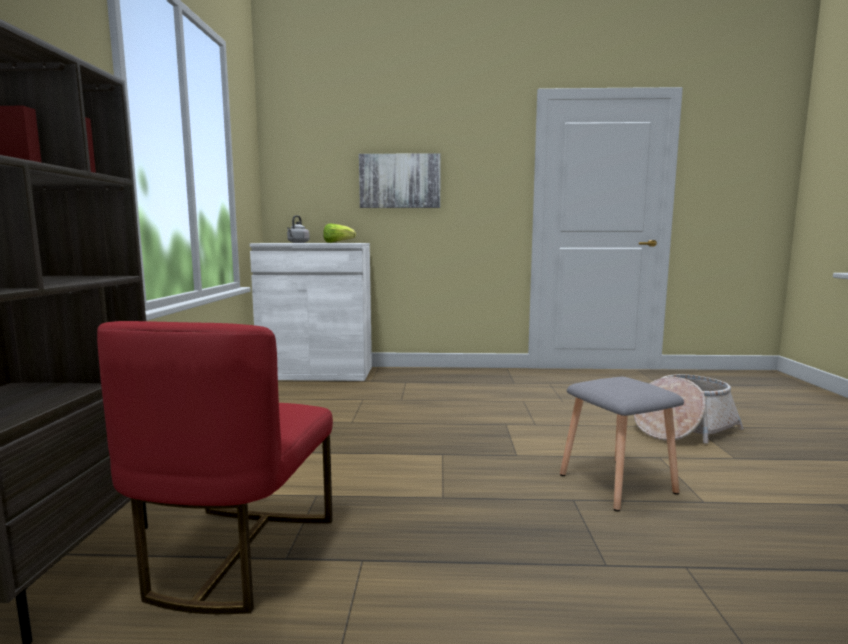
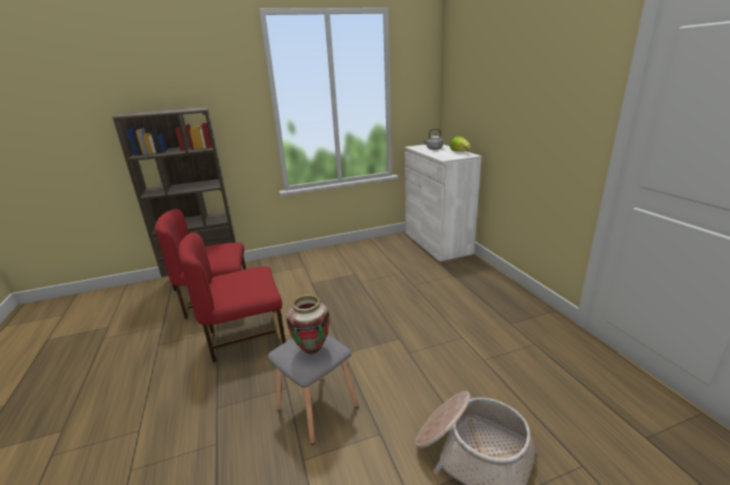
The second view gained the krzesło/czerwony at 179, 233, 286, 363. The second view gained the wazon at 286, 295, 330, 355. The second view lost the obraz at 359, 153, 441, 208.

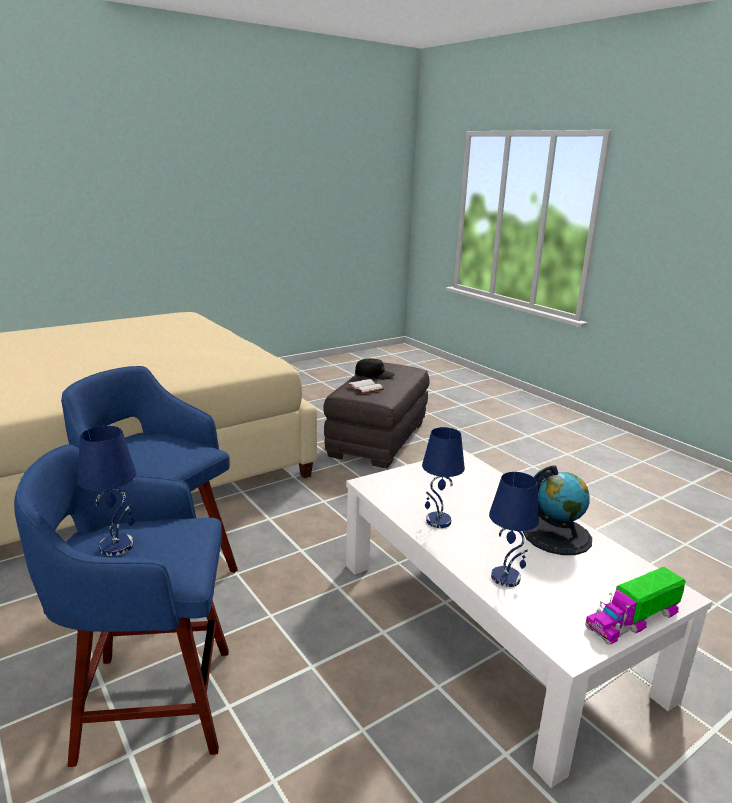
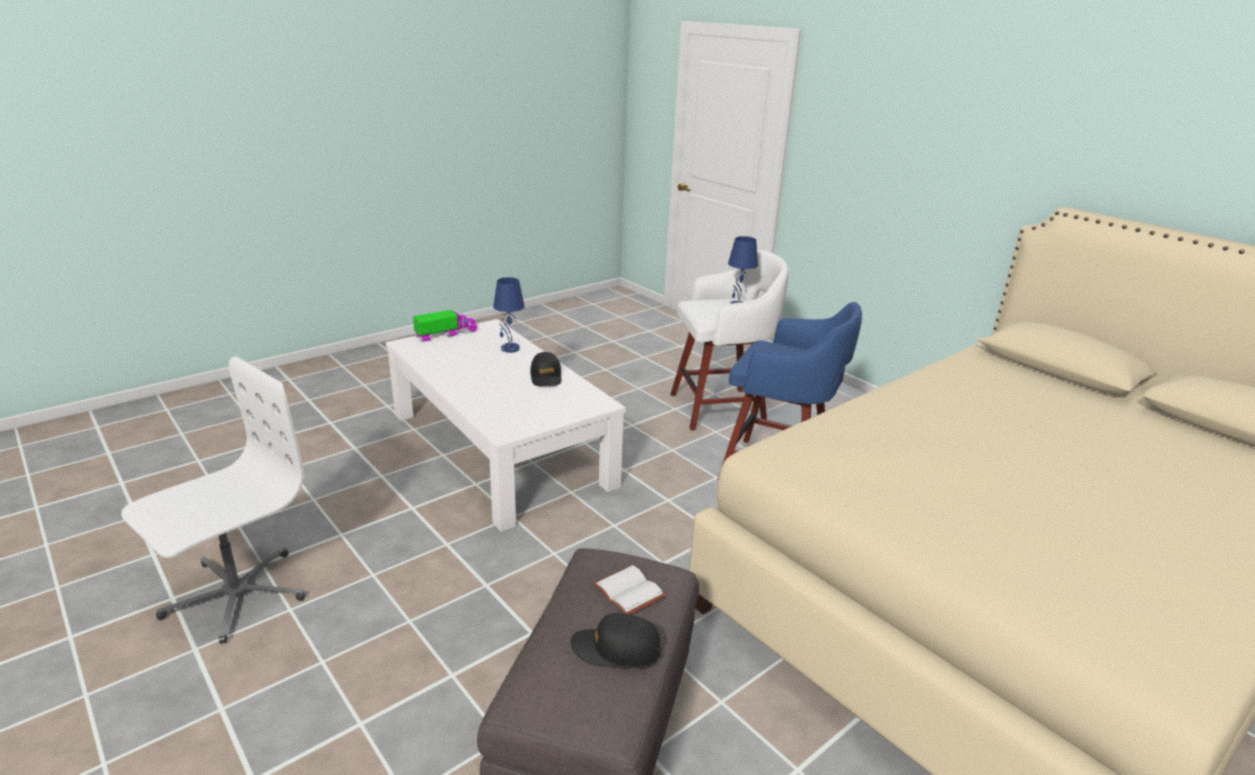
The second view gained the krzesło biurowe/biały at 121, 356, 305, 644. Where the lampa stołowa/niebieski stood at 422, 427, 465, 528, the czapka z daszkiem/czarny came to stand at 530, 352, 561, 386. What was the stołek/niebieski at 14, 444, 229, 767 turned into the stołek/biały at 671, 250, 789, 431. The second view lost the globus at 523, 465, 592, 555.

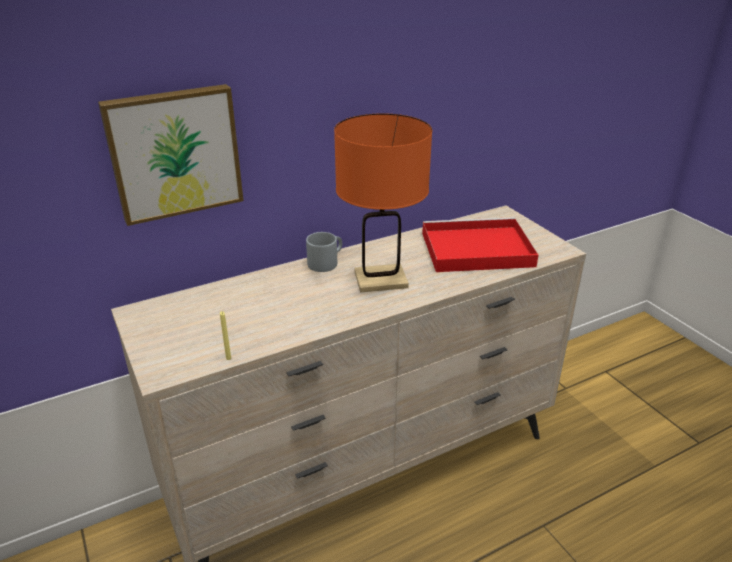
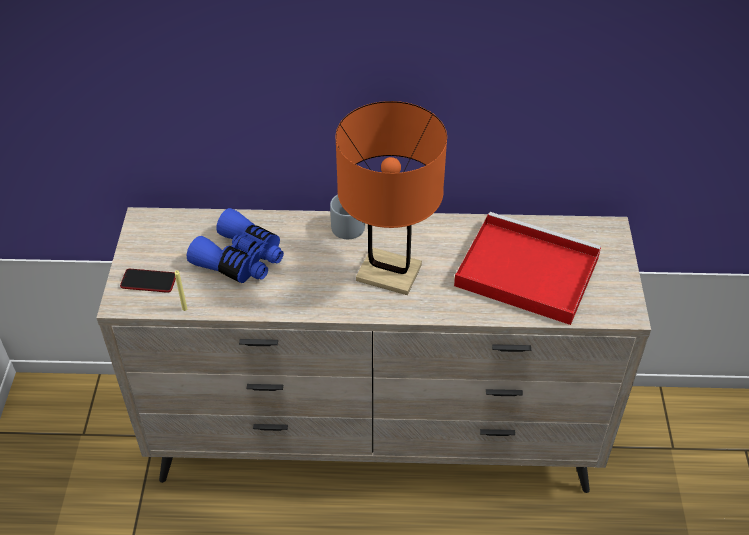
The second view gained the telefon at 120, 269, 176, 293. The second view gained the lornetka/niebieski at 187, 208, 284, 283. The second view lost the obraz at 98, 84, 244, 226.

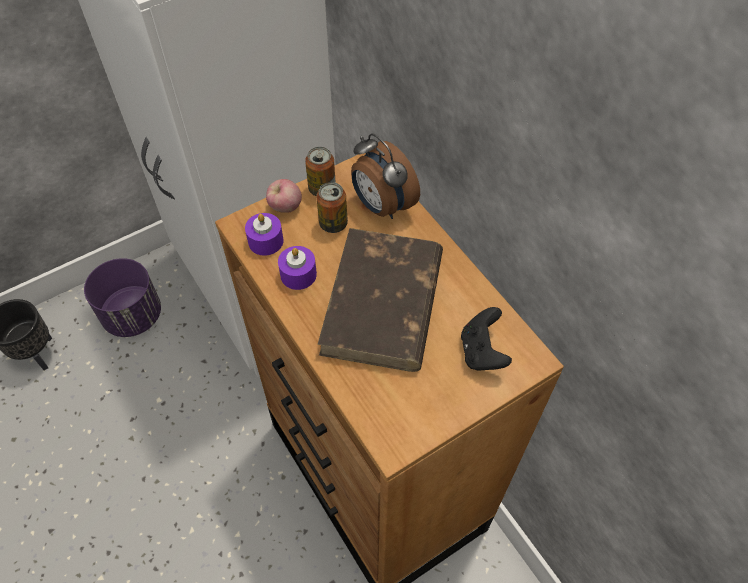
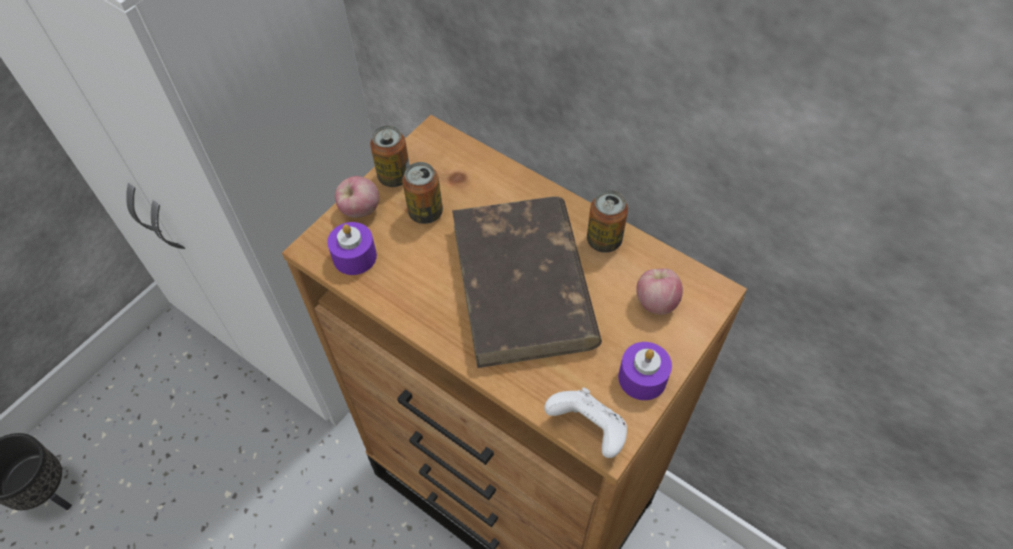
The second view gained the pad do gier/biały at 544, 388, 627, 458. The second view gained the puszka at 587, 190, 628, 253. The świeca/fioletowy ended up elsewhere, having gone from 278, 246, 317, 290 to 618, 342, 672, 400. Where the pad do gier/czarny stood at 461, 307, 512, 371, the jabłko came to stand at 636, 268, 683, 314. The second view lost the donica/fioletowy at 84, 258, 161, 337. The second view lost the budzik at 351, 134, 420, 219.

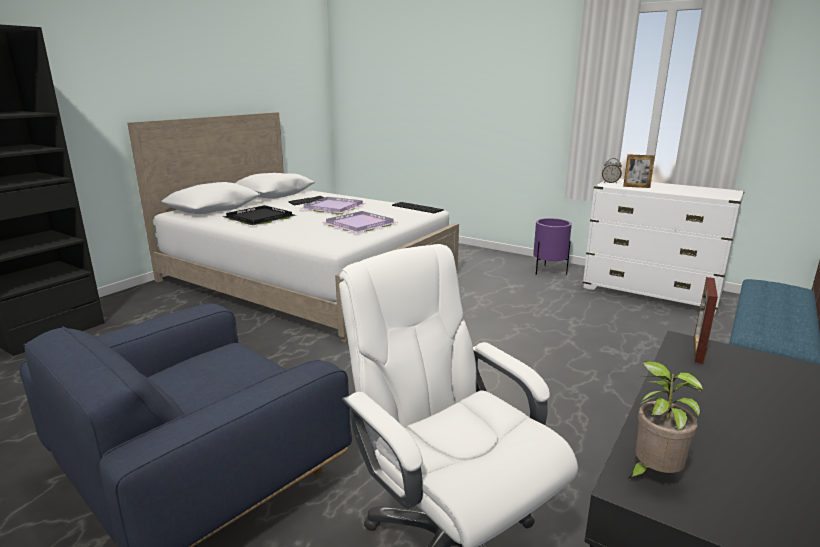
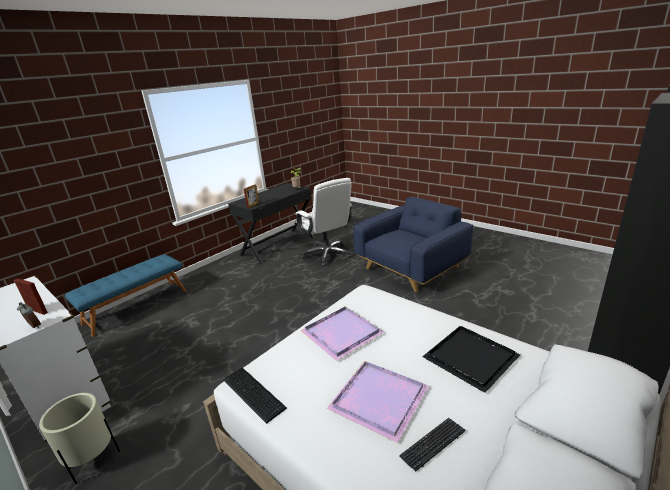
What was the donica/fioletowy at 533, 218, 572, 275 turned into the donica/beżowy at 39, 393, 120, 484.

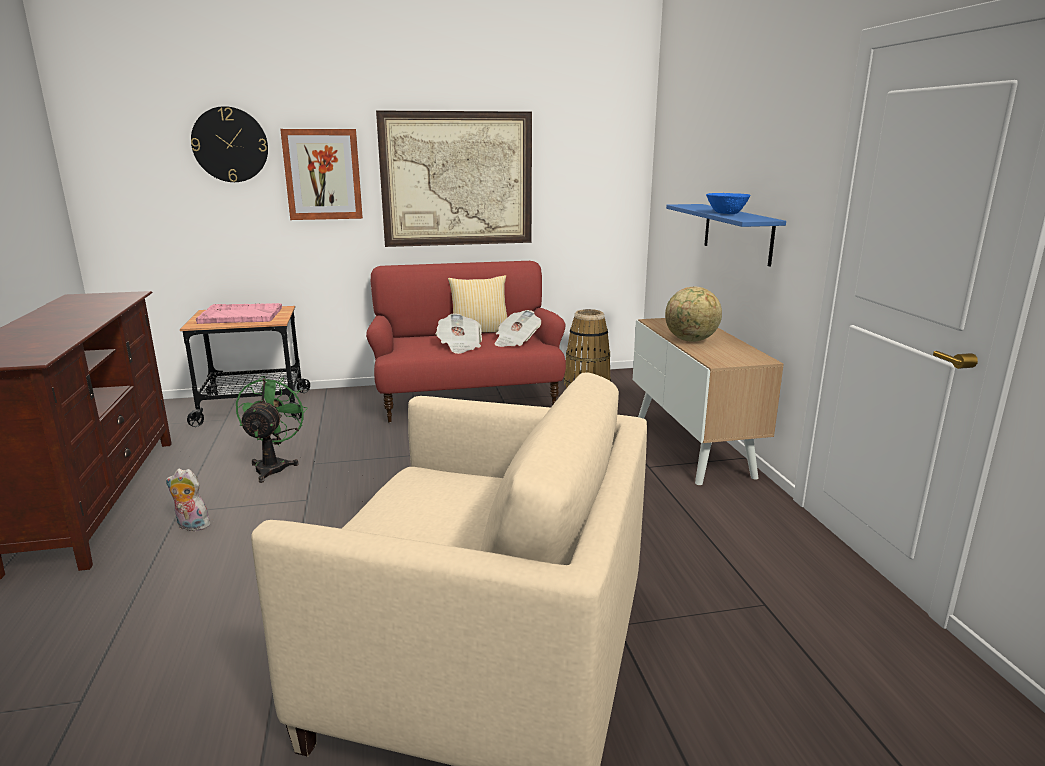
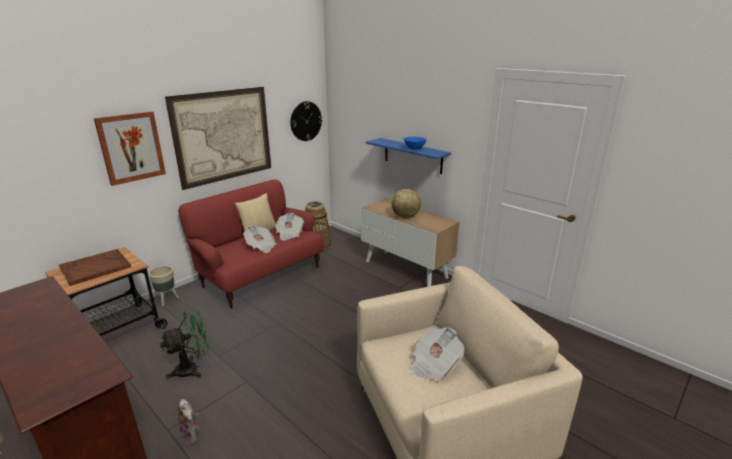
What was the taca/różowy at 196, 303, 282, 324 turned into the taca/brązowy at 59, 249, 131, 286. The second view gained the donica/beżowy at 149, 266, 179, 306. The wentylator/zielony at 236, 376, 308, 483 ended up facing another way, 90 degrees clockwise from before. The pluszak at 166, 469, 212, 531 ended up facing another way, 105 degrees counterclockwise from before. The zegar ścienny ended up elsewhere, having gone from 191, 106, 268, 182 to 290, 101, 322, 141. The second view gained the gazeta at 410, 328, 464, 381.

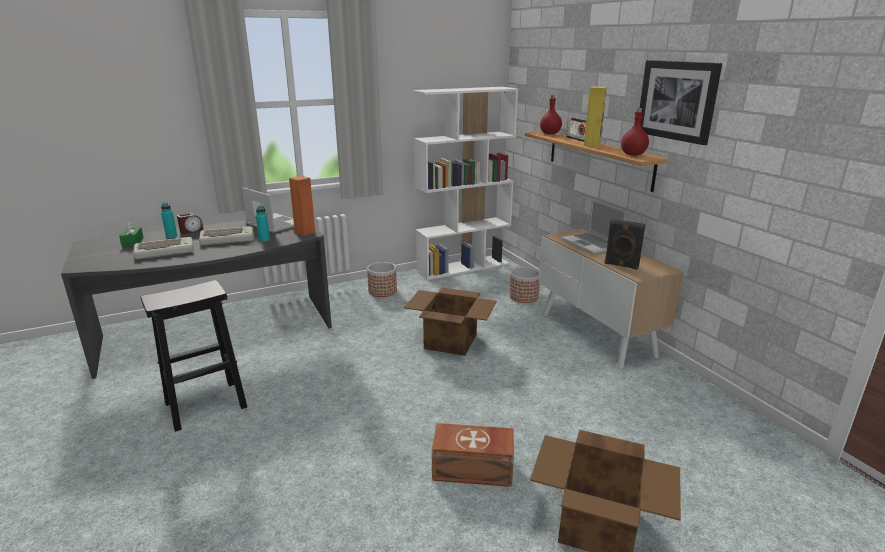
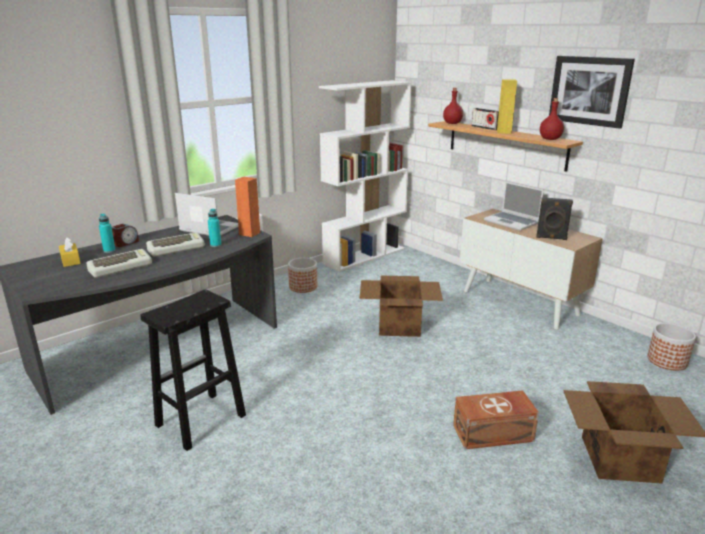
What was the pudełko chusteczek/zielony at 119, 220, 143, 247 turned into the pudełko chusteczek/żółty at 59, 237, 81, 267. The donica ended up elsewhere, having gone from 509, 267, 540, 303 to 647, 323, 696, 371.

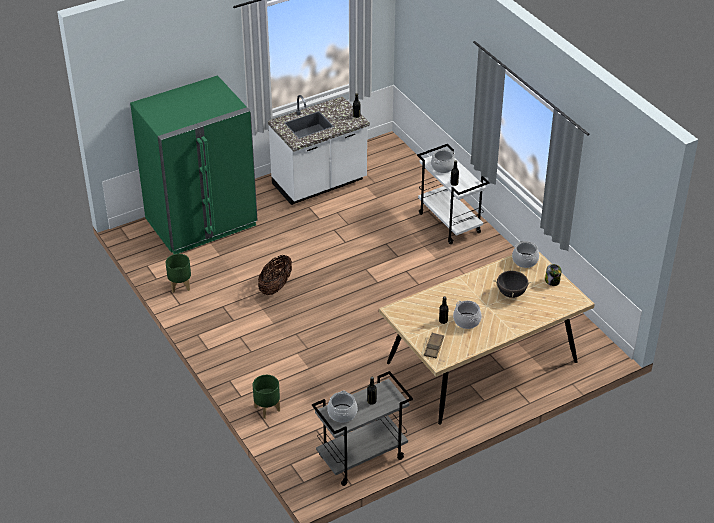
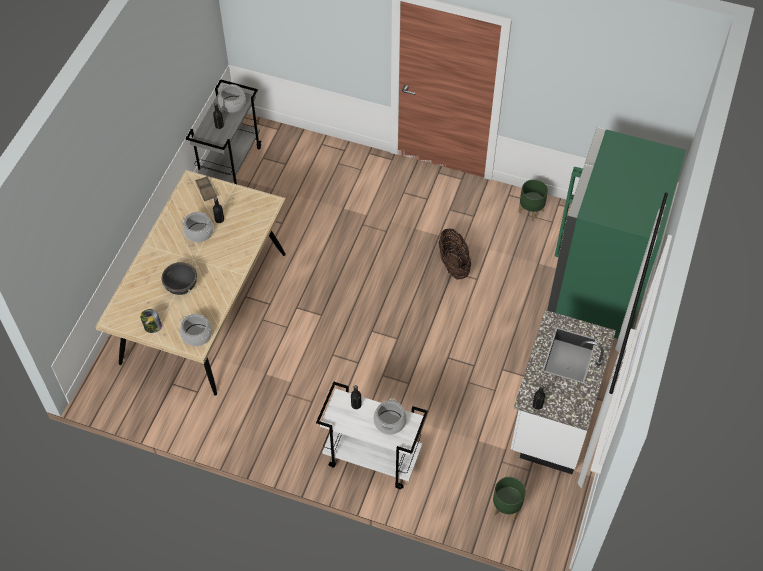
The donica/zielony ended up elsewhere, having gone from 253, 375, 280, 419 to 493, 477, 526, 520.

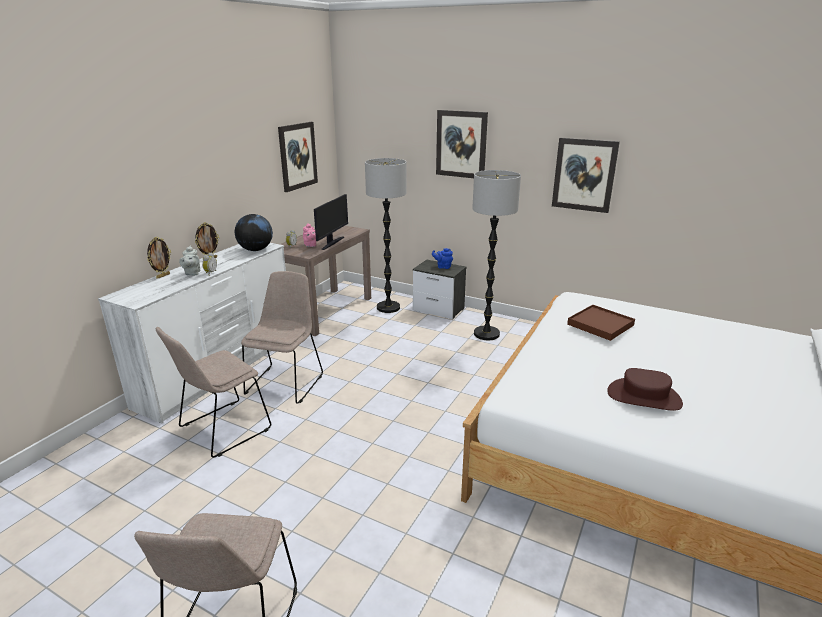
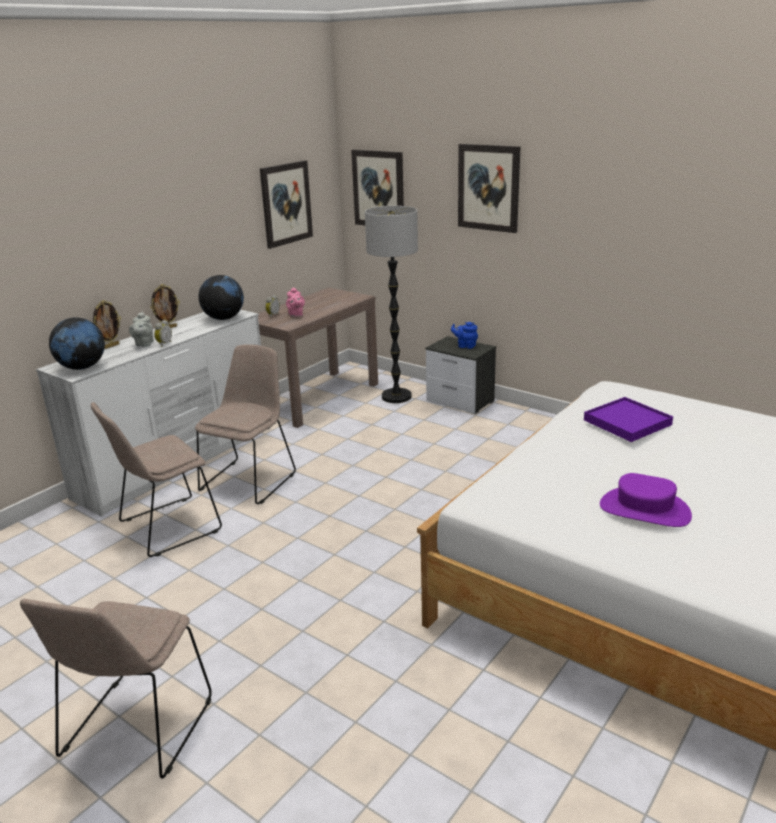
The second view gained the globus at 49, 318, 105, 370. The obraz ended up elsewhere, having gone from 552, 138, 620, 213 to 351, 150, 404, 226. What was the taca/brązowy at 567, 305, 635, 341 turned into the taca/fioletowy at 584, 397, 673, 442. What was the kapelusz/brązowy at 607, 368, 683, 411 turned into the kapelusz/fioletowy at 600, 473, 692, 527. The second view lost the monitor at 314, 194, 348, 250. The second view lost the lampa stojąca at 472, 170, 521, 340.

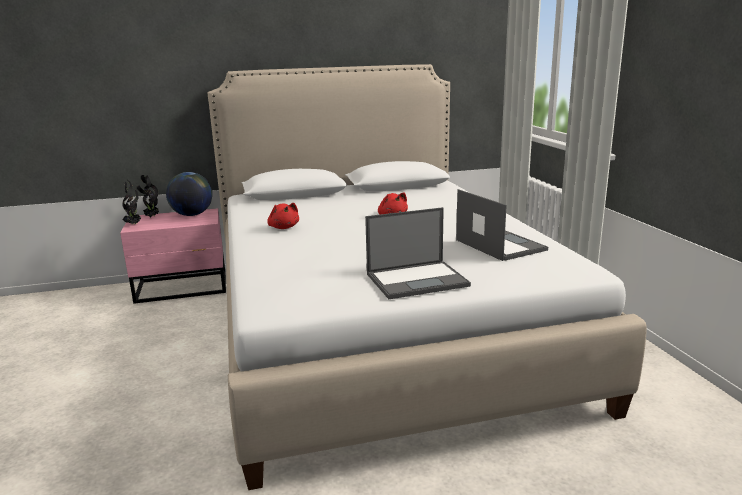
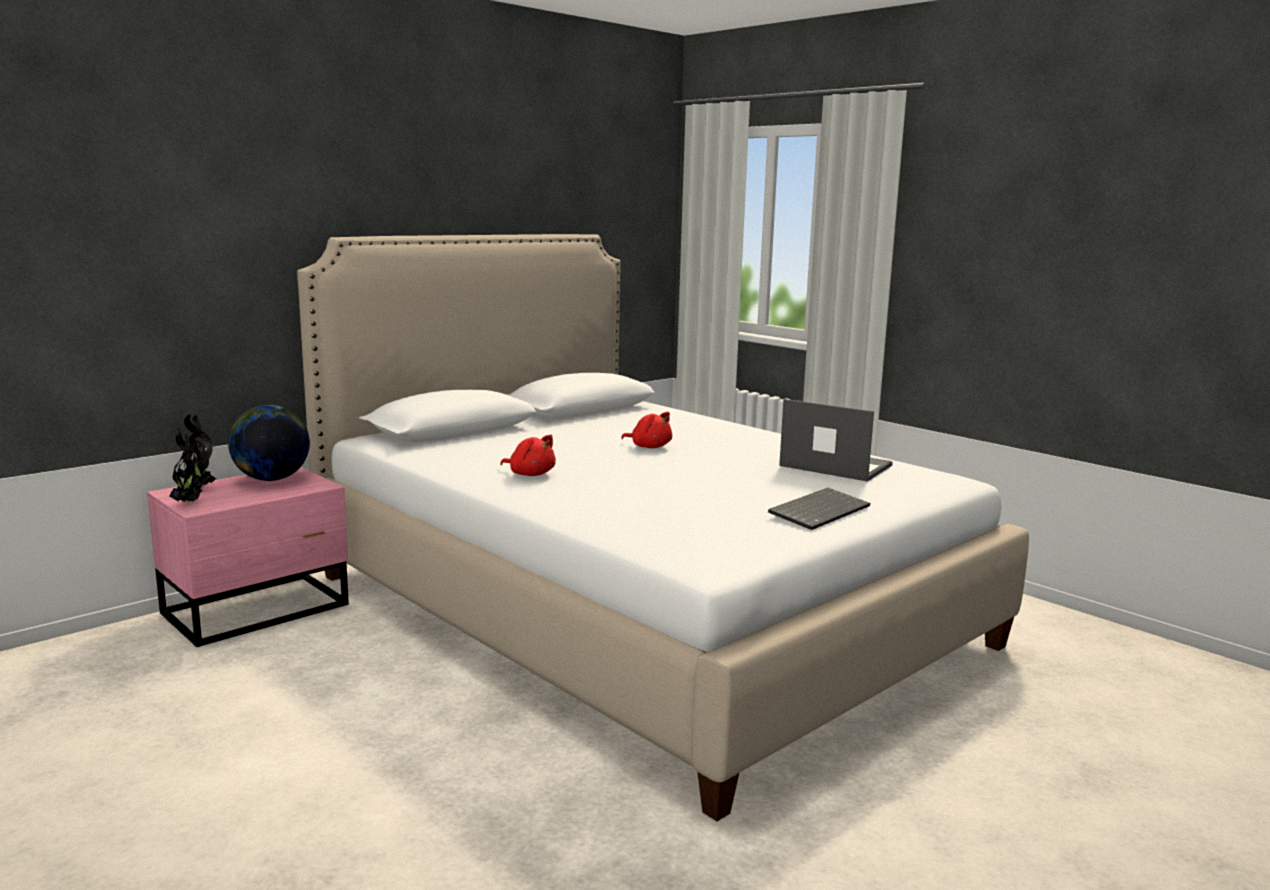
Where the laptop stood at 365, 207, 471, 299, the klawiatura came to stand at 768, 488, 870, 530.

